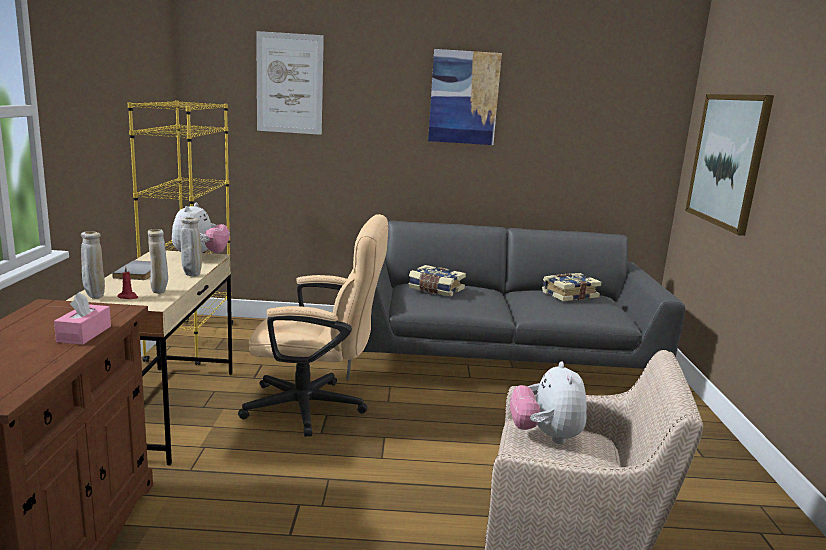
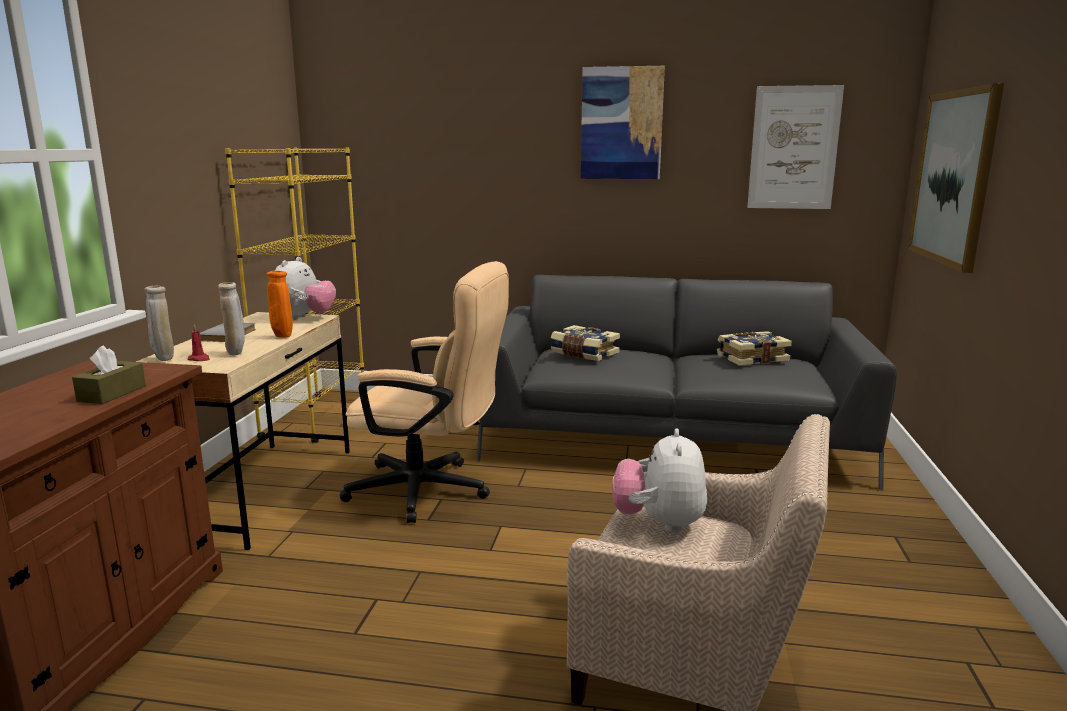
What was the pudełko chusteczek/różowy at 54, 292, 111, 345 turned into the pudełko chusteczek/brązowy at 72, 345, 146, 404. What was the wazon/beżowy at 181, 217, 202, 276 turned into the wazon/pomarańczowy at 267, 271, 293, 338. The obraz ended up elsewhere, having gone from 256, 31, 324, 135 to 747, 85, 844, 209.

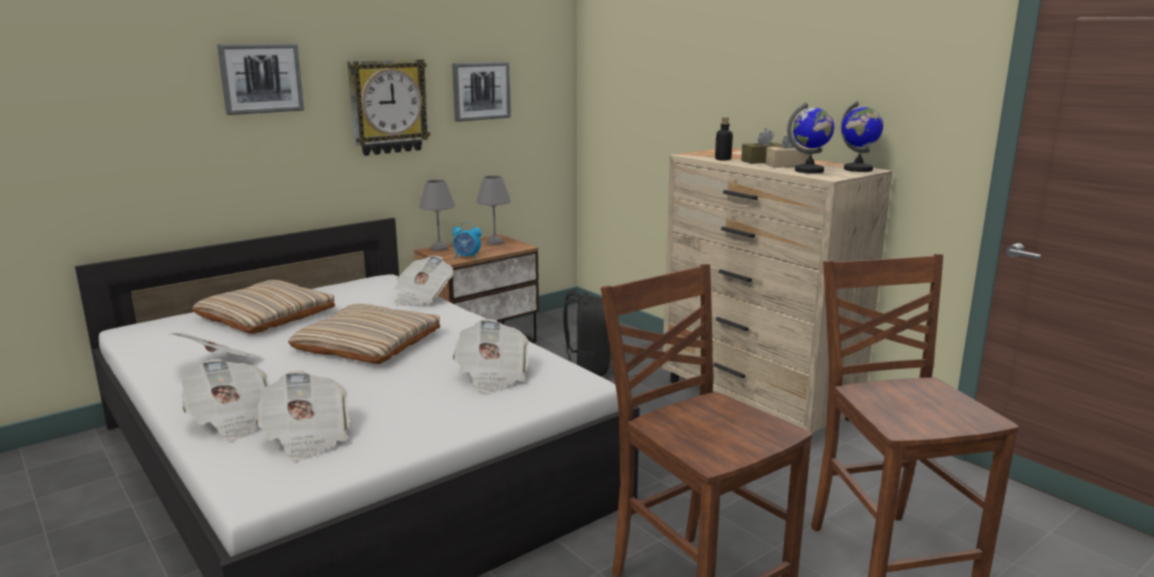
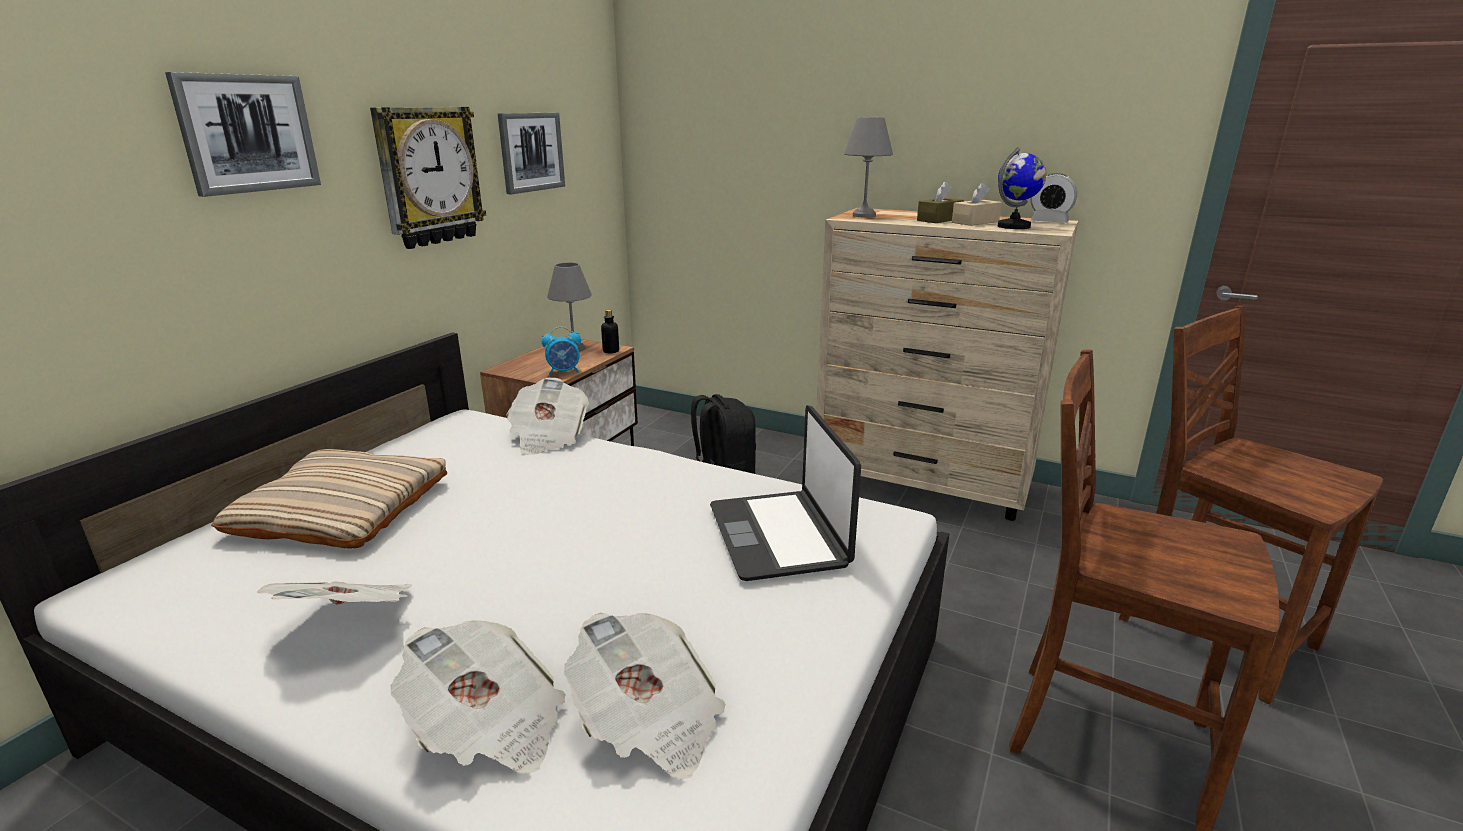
The butelka ended up elsewhere, having gone from 715, 117, 733, 161 to 601, 310, 619, 353. Where the gazeta stood at 453, 319, 529, 393, the laptop came to stand at 710, 405, 861, 581. The lampa stołowa/szary ended up elsewhere, having gone from 419, 180, 455, 251 to 844, 117, 893, 218. Where the globus stood at 841, 101, 883, 172, the budzik came to stand at 1031, 173, 1077, 223. The second view lost the poduszka/beżowy at 288, 304, 440, 364.

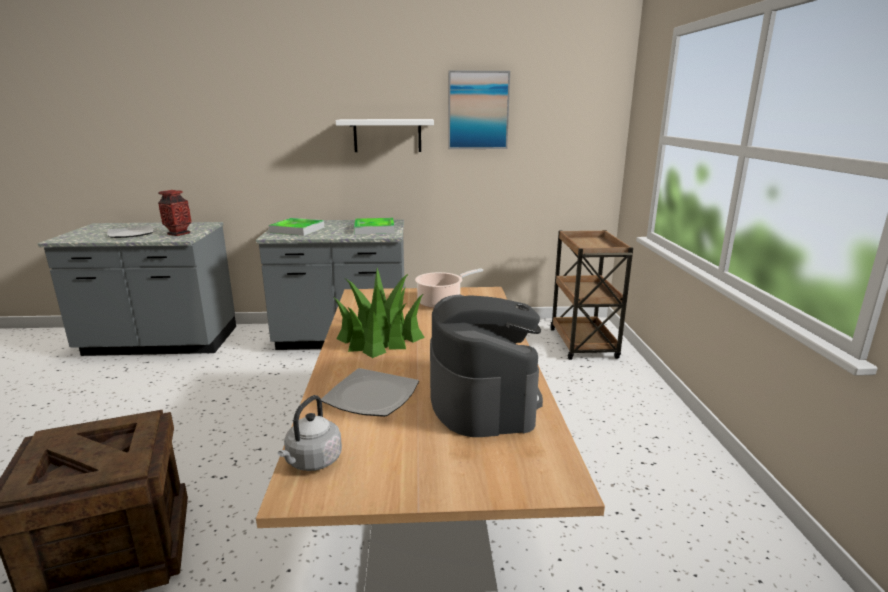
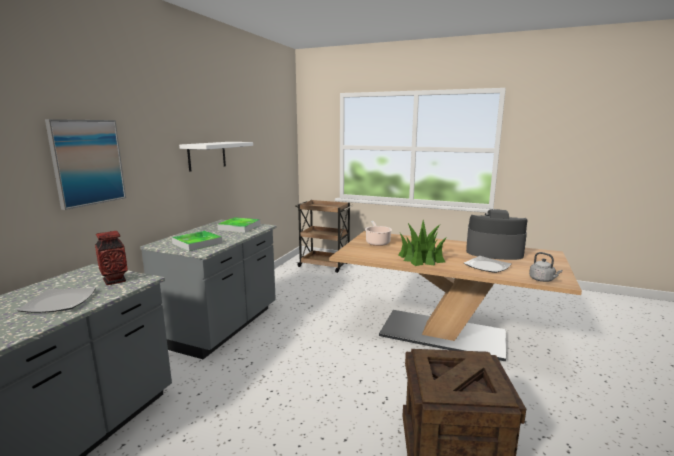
The obraz ended up elsewhere, having gone from 448, 71, 510, 149 to 45, 119, 126, 210.

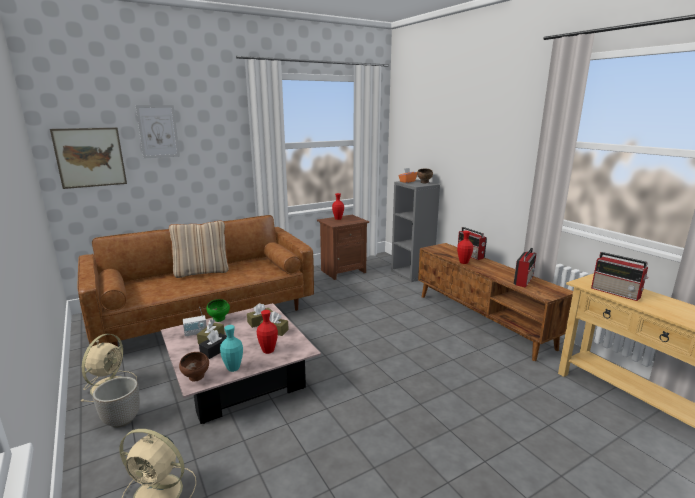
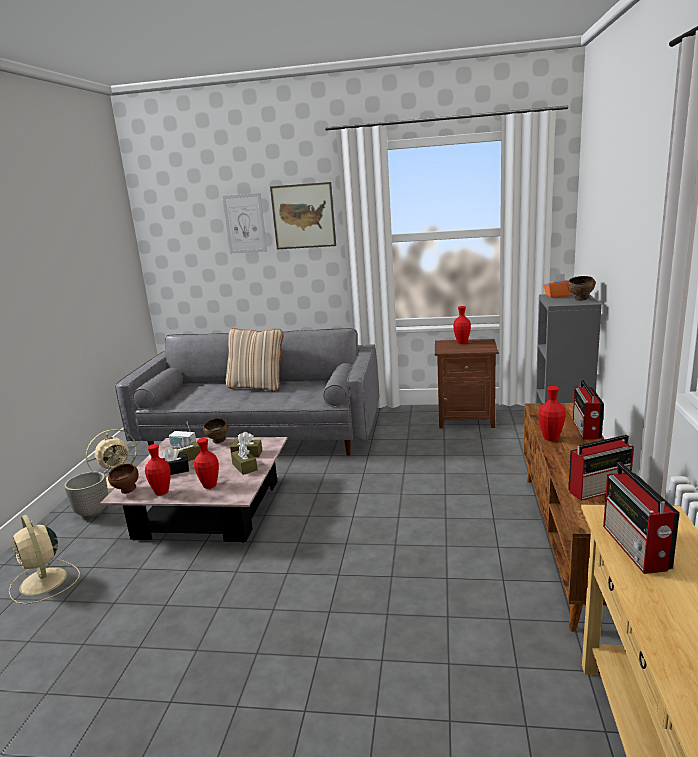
What was the kanapa/brązowy at 78, 215, 314, 347 turned into the kanapa/szary at 115, 328, 379, 456. What was the wazon/turkusowy at 220, 325, 243, 372 turned into the wazon/czerwony at 145, 444, 171, 496. What was the miska/zielony at 206, 299, 230, 322 turned into the miska/brązowy at 203, 418, 229, 443. The obraz ended up elsewhere, having gone from 50, 128, 127, 189 to 270, 182, 336, 249.

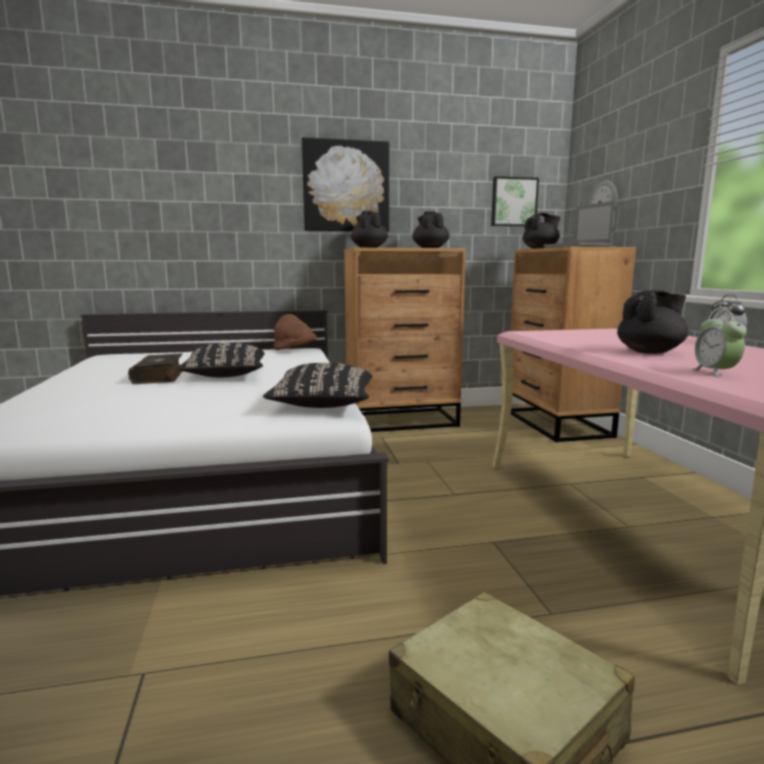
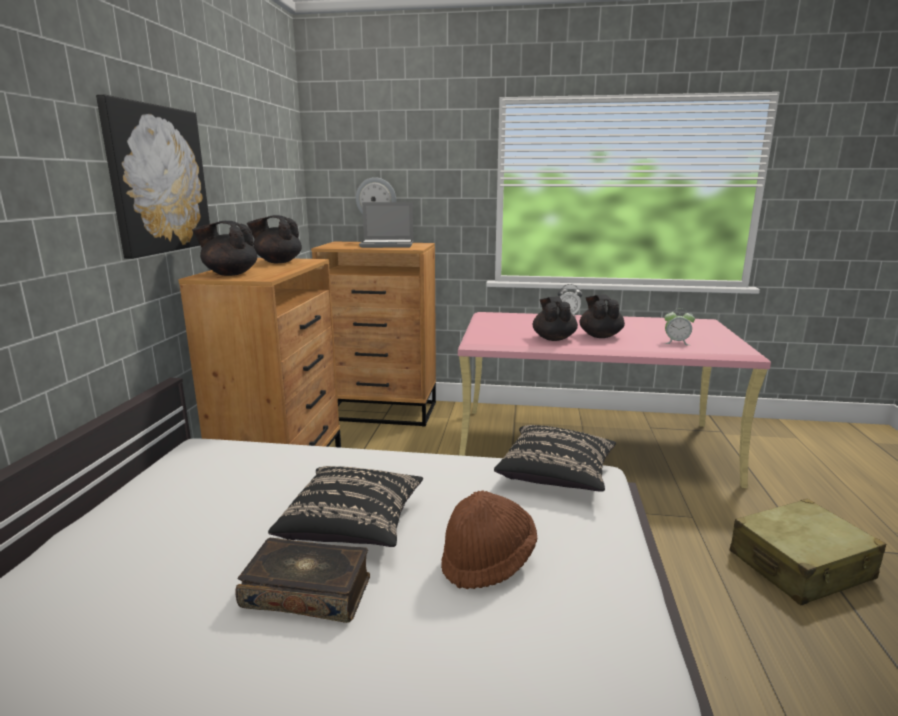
The kapelusz/brązowy ended up elsewhere, having gone from 273, 314, 316, 350 to 441, 490, 537, 589. The imbryk/czarny ended up elsewhere, having gone from 523, 213, 560, 249 to 533, 296, 578, 341. The second view lost the obraz at 491, 176, 539, 226.

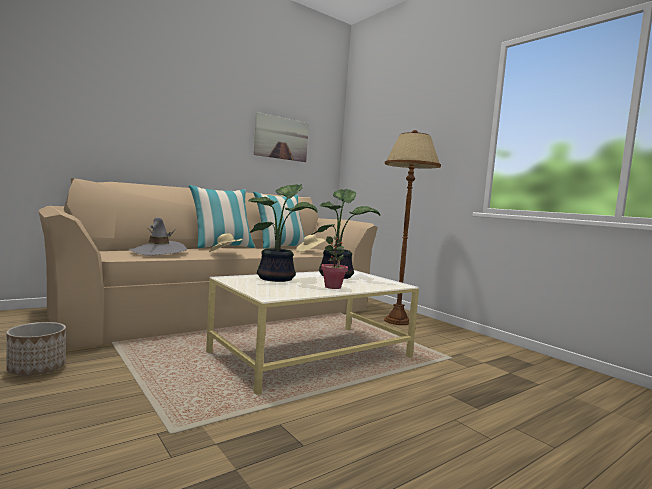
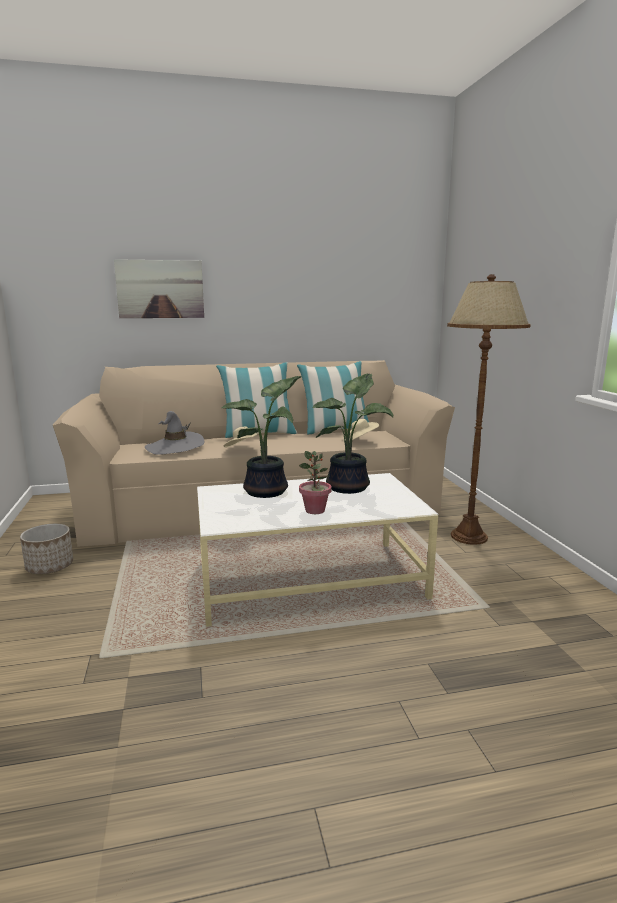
The obraz ended up elsewhere, having gone from 254, 112, 309, 162 to 114, 259, 204, 318.

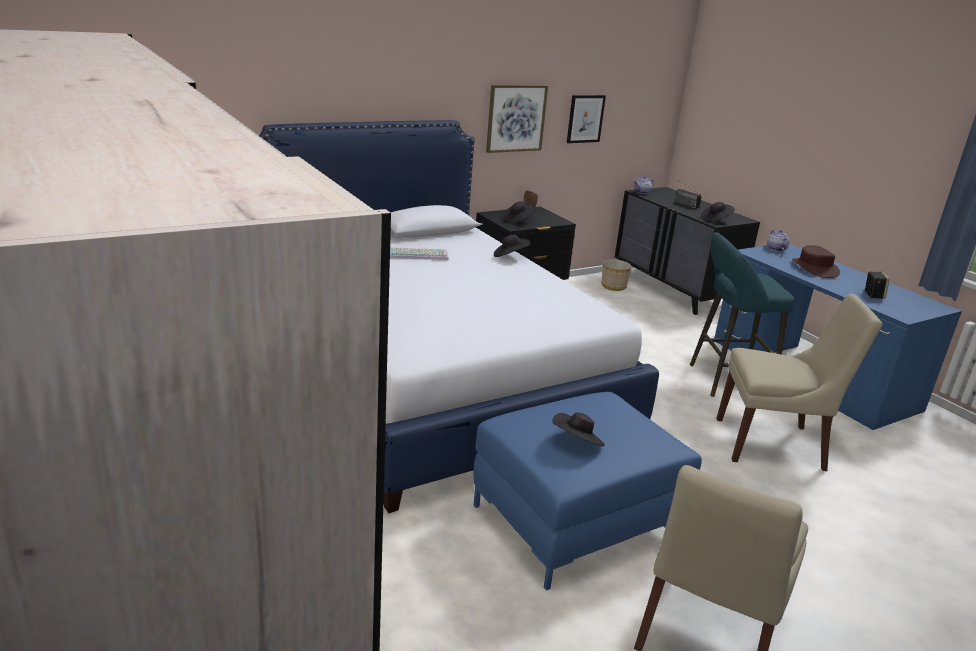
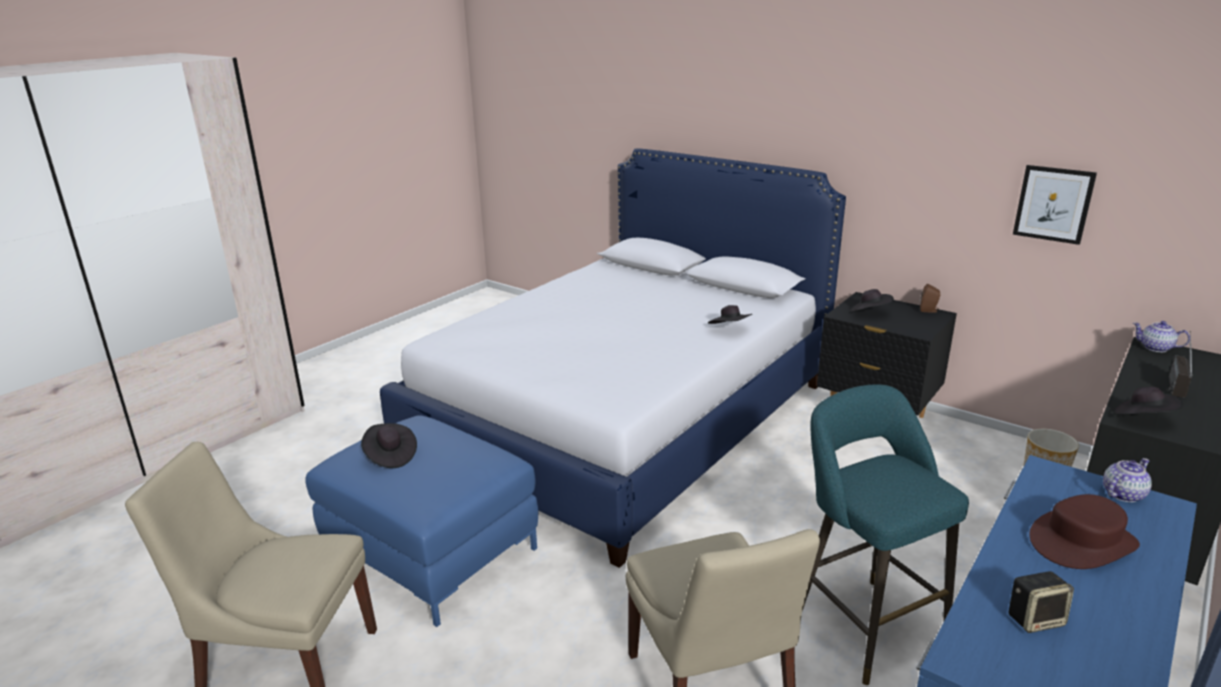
The second view lost the klawiatura at 390, 247, 449, 260. The second view lost the obraz at 486, 85, 548, 153.

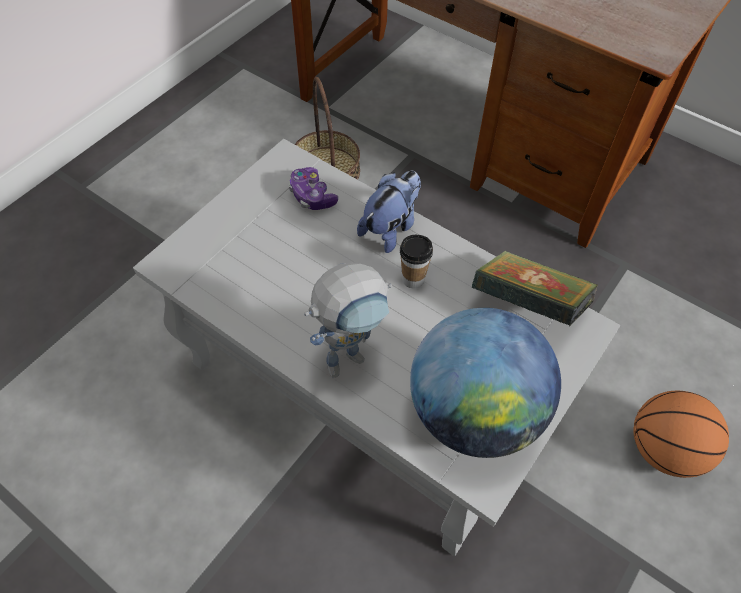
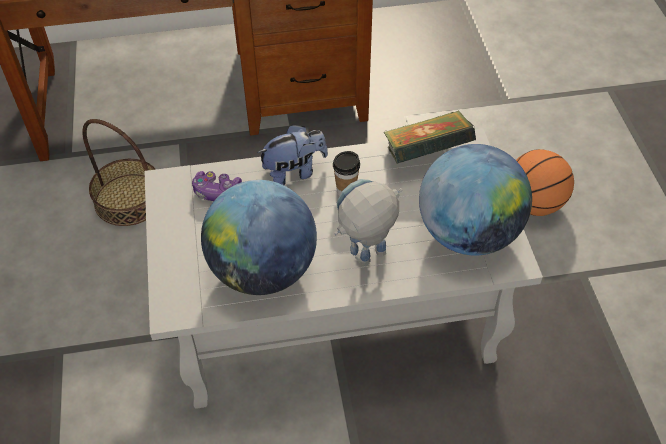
The second view gained the globus at 201, 180, 317, 295. The pluszak at 357, 171, 421, 253 ended up facing another way, 75 degrees clockwise from before. The robot zabawkowy at 304, 262, 392, 378 ended up facing another way, 135 degrees counterclockwise from before.

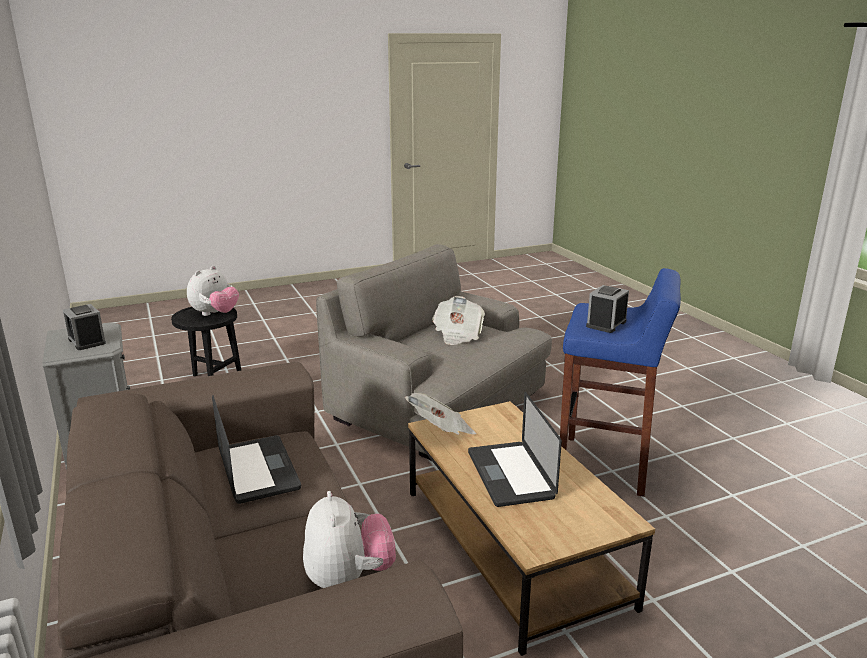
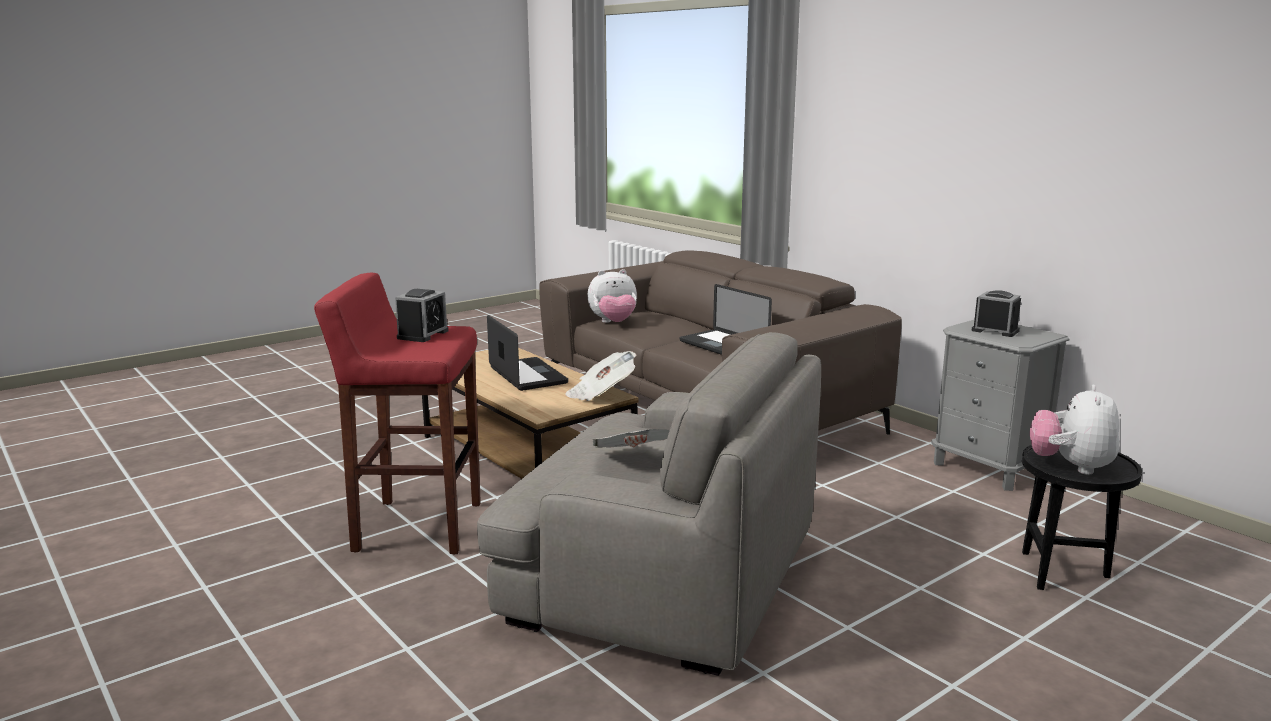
What was the stołek/niebieski at 560, 268, 681, 497 turned into the stołek/czerwony at 314, 273, 481, 555. The pluszak at 303, 491, 396, 588 ended up facing another way, 75 degrees counterclockwise from before.

